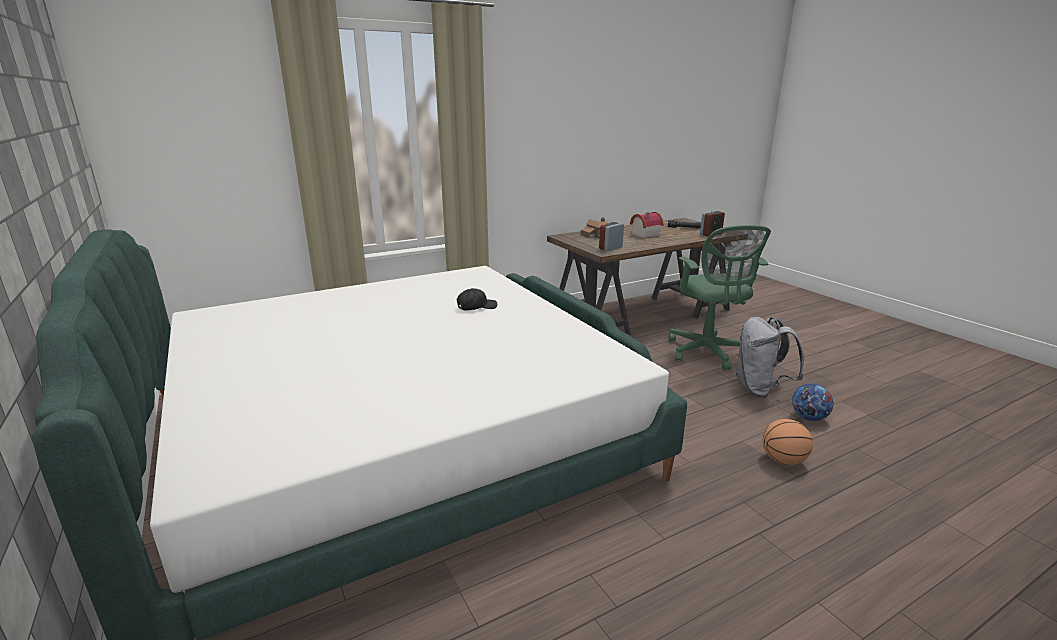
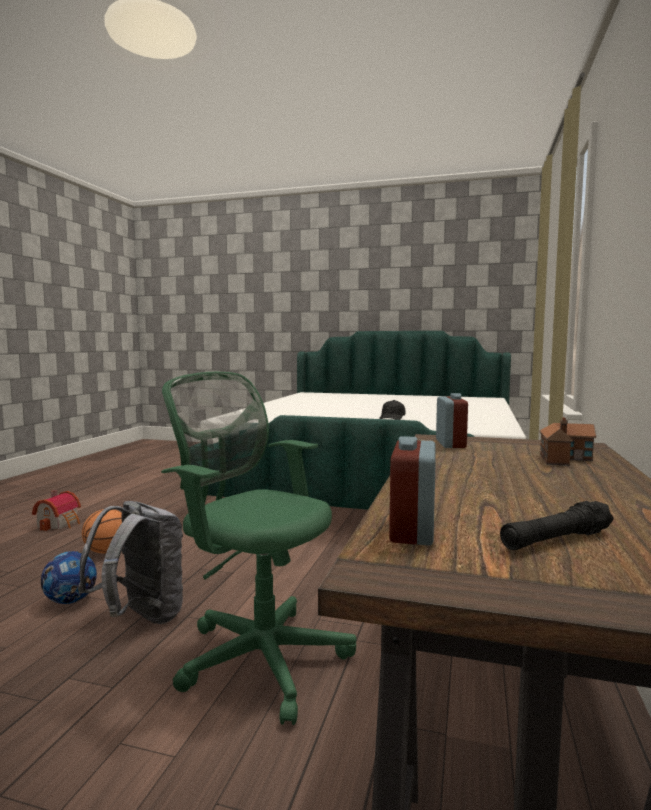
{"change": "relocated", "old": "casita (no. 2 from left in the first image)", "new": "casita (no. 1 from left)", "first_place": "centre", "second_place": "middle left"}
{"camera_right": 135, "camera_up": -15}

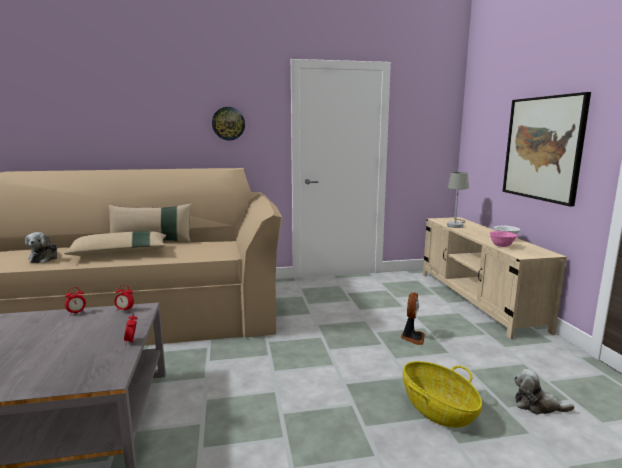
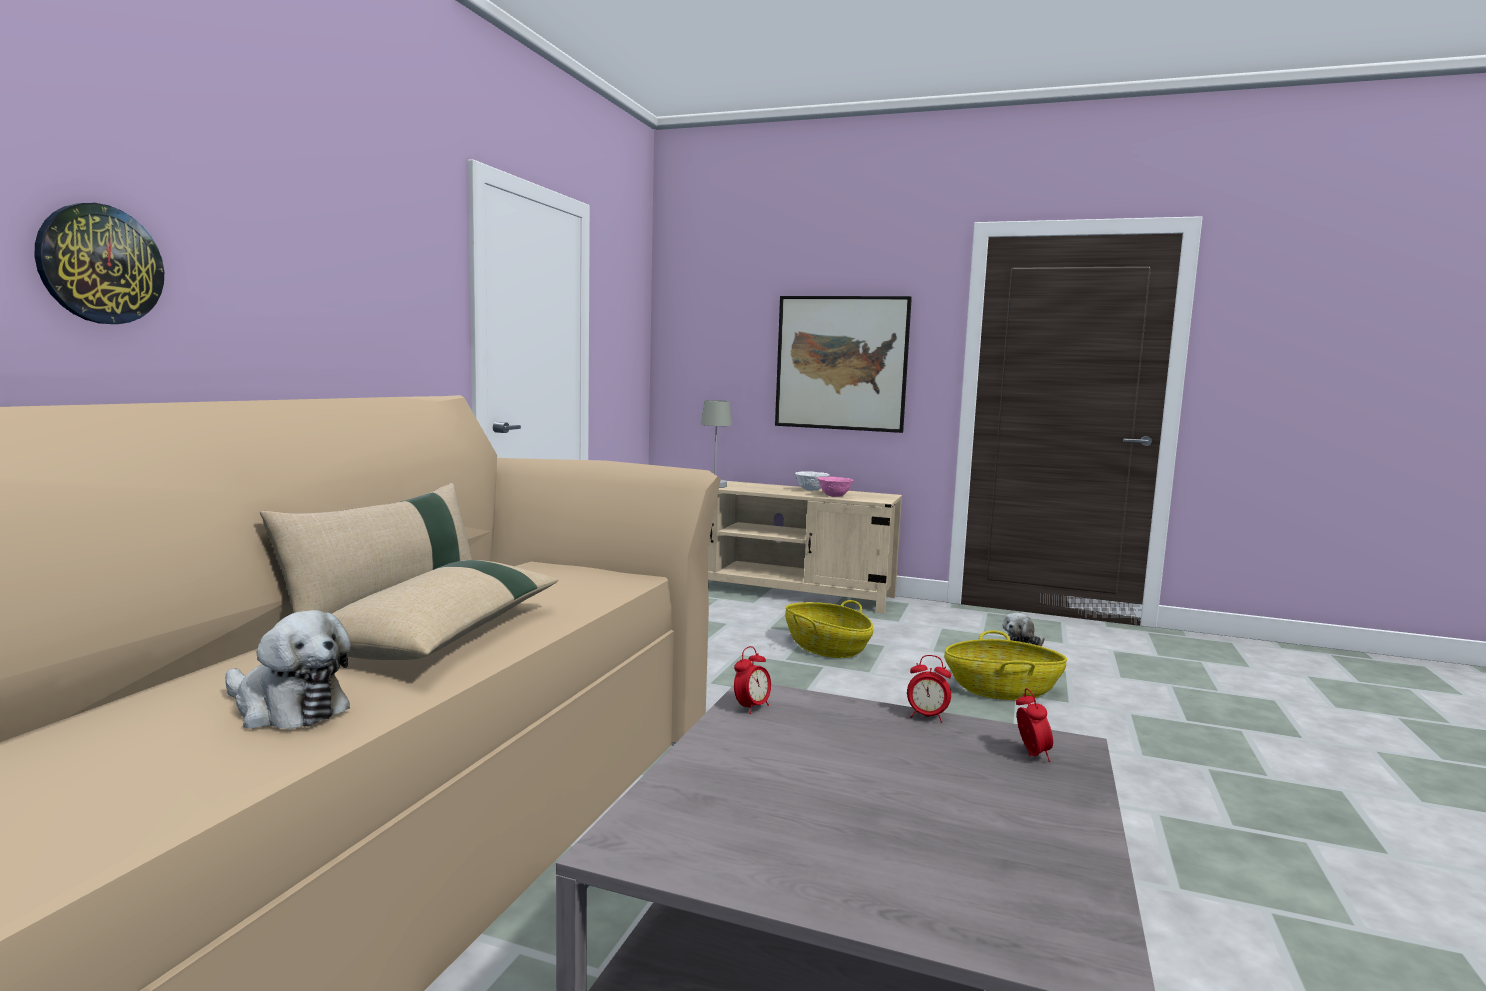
{"change": "relocated", "old": "reloj de pared", "first_place": "top centre", "second_place": "top left"}
{"change": "exchanged", "old": "ventilador", "new": "cesta (no. 1 from left)", "first_place": "bottom centre", "second_place": "centre"}
{"change": "relocated", "old": "despertador (no. 1 from left in the first image)", "new": "despertador (no. 3 from left)", "first_place": "middle left", "second_place": "bottom right"}
{"camera_right": -60, "camera_up": -5}

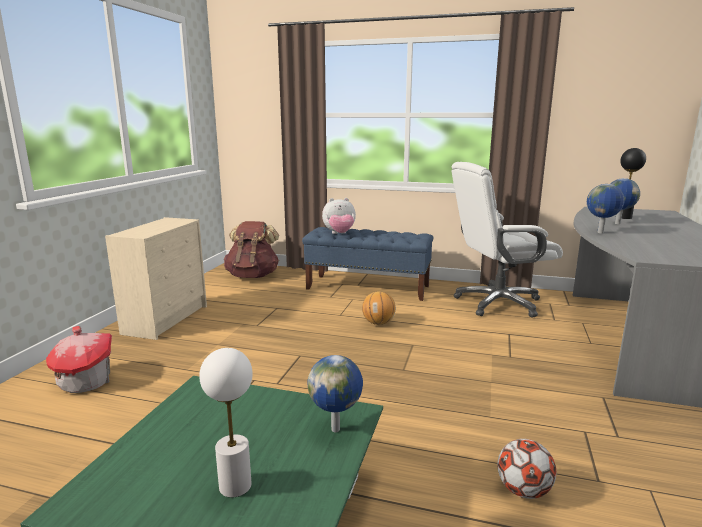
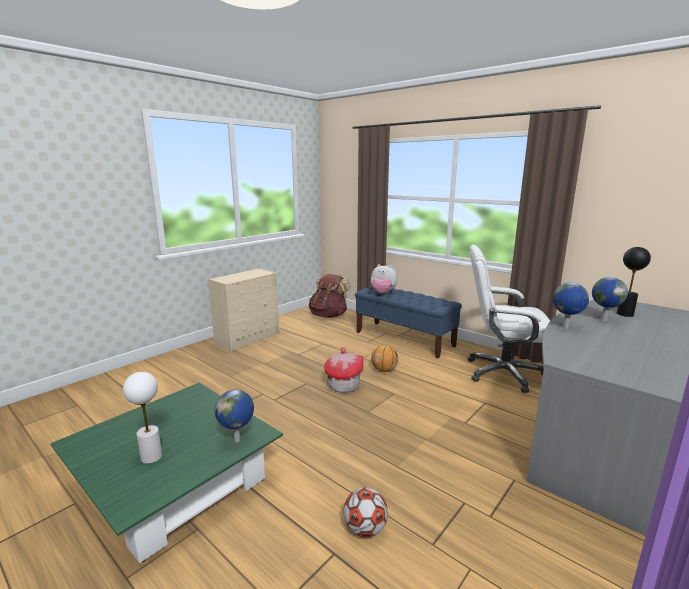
{"change": "relocated", "old": "casita", "first_place": "bottom left", "second_place": "centre"}
{"camera_right": 25, "camera_up": 0}

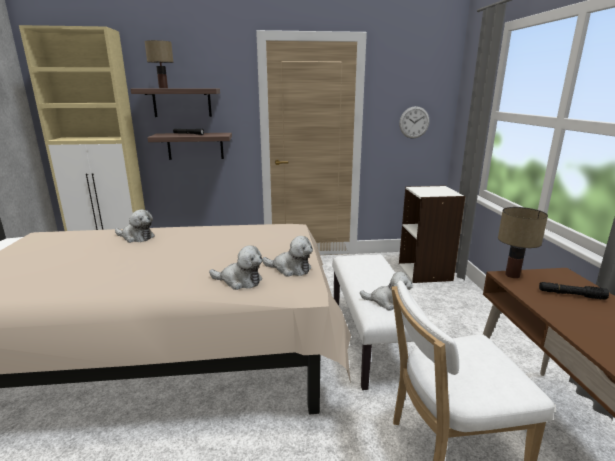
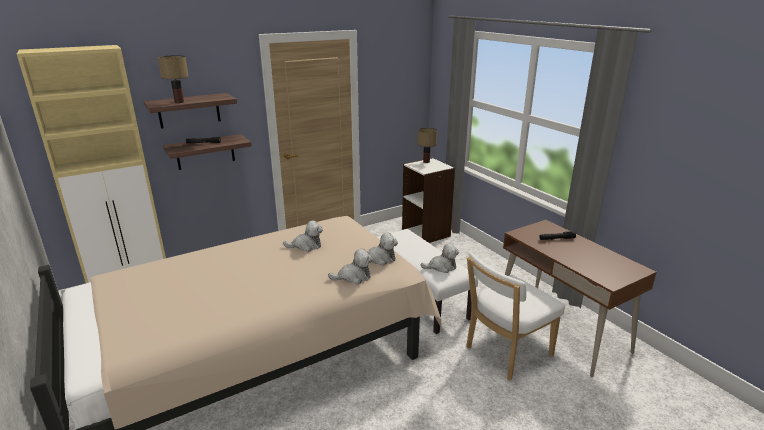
{"change": "relocated", "old": "peluche (no. 1 from left)", "first_place": "middle left", "second_place": "centre"}
{"change": "relocated", "old": "lámpara de mesa (no. 2 from left)", "first_place": "middle right", "second_place": "centre"}
{"change": "missing", "old": "reloj de pared", "first_place": "top right"}
{"camera_right": -25, "camera_up": 5}

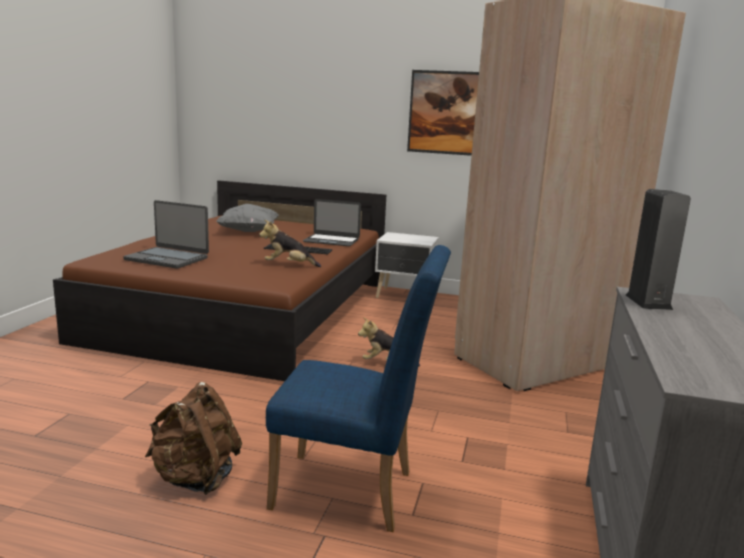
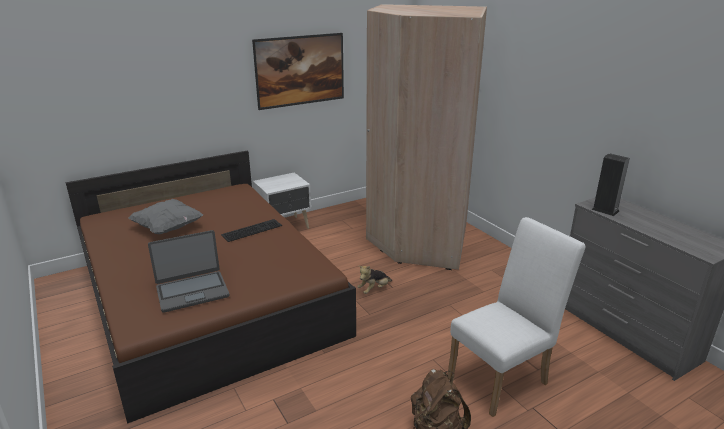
{"change": "colour", "old": "silla (azul)", "new": "silla (blanco)", "first_place": "bottom centre", "second_place": "bottom right"}
{"change": "missing", "old": "peluche (no. 1 from left)", "first_place": "centre"}
{"change": "missing", "old": "portátil (no. 2 from left)", "first_place": "centre"}
{"camera_right": -45, "camera_up": 10}

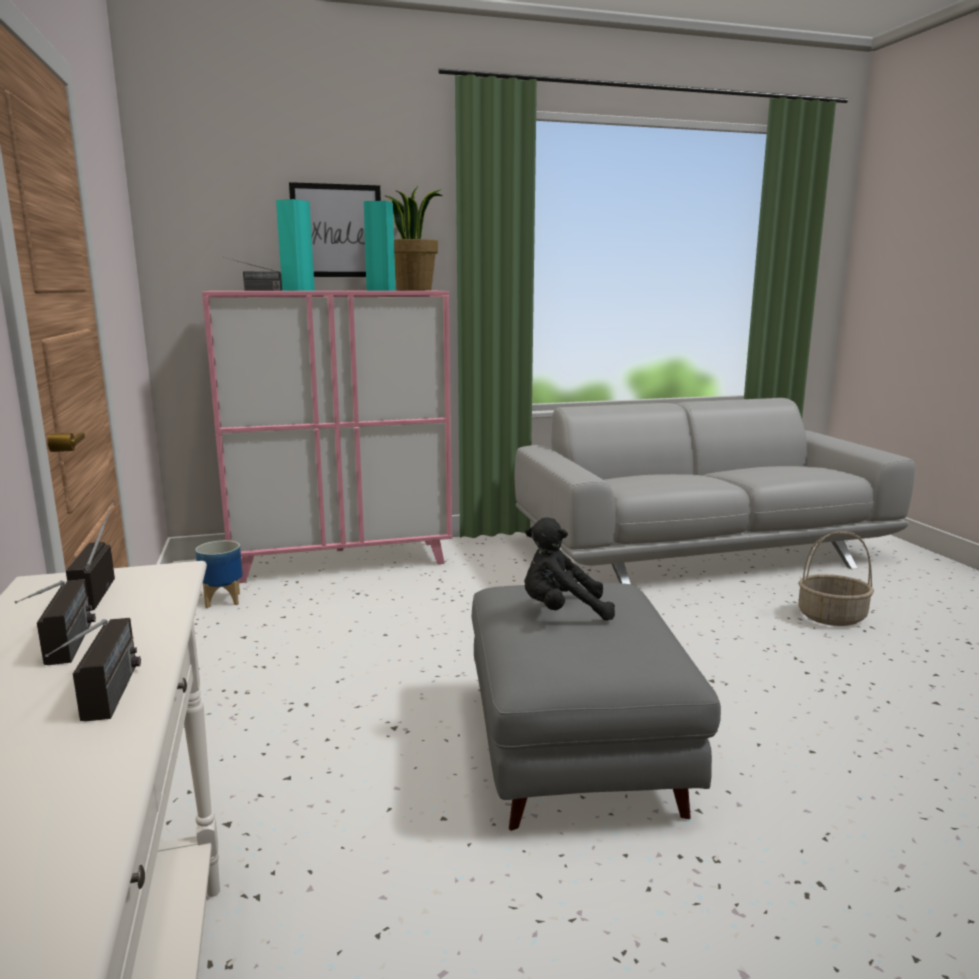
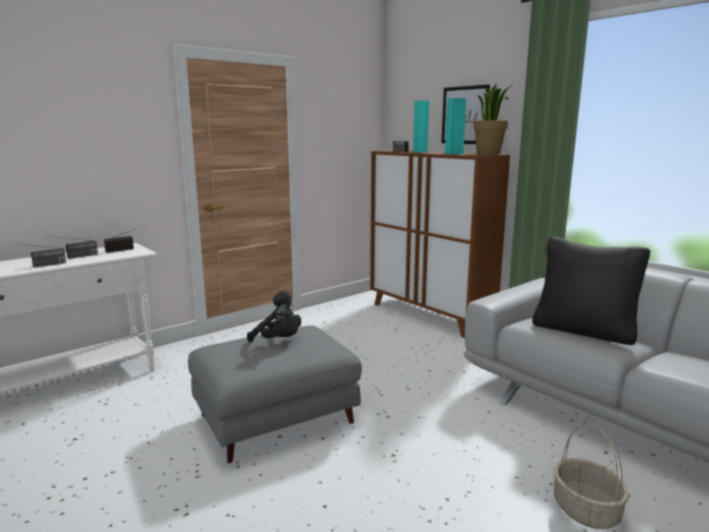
{"change": "spun", "old": "peluche (negro)", "first_place": "centre", "second_place": "centre", "degrees": 150}
{"change": "colour", "old": "armario (rosa)", "new": "armario (marrón)", "first_place": "centre", "second_place": "centre"}
{"change": "appeared", "new": "cojín (negro)", "second_place": "middle right"}
{"change": "missing", "old": "maceta", "first_place": "middle left"}
{"camera_right": 65, "camera_up": 0}

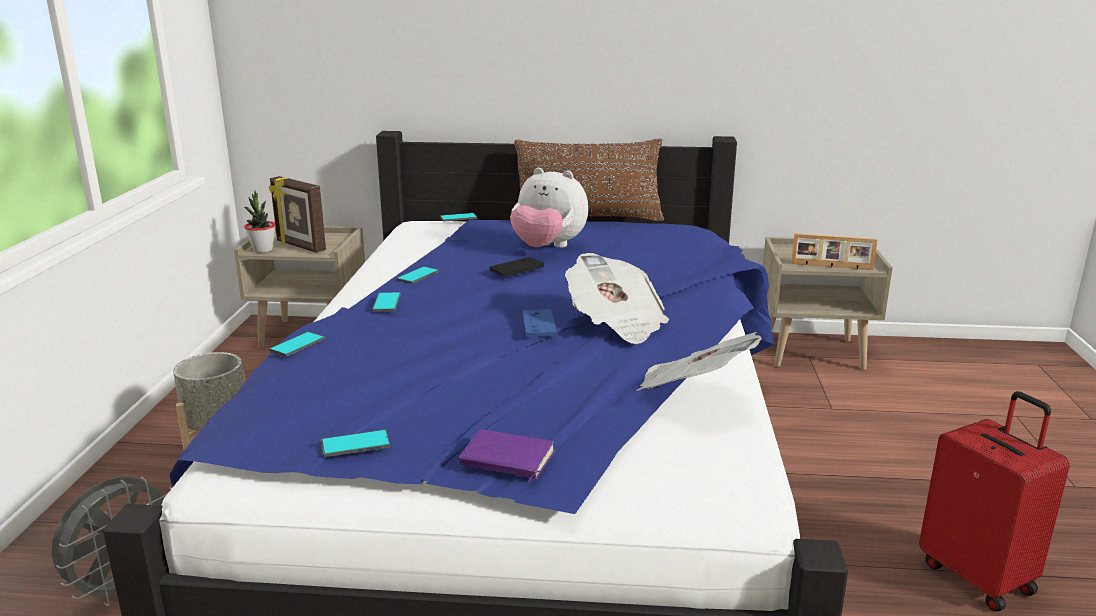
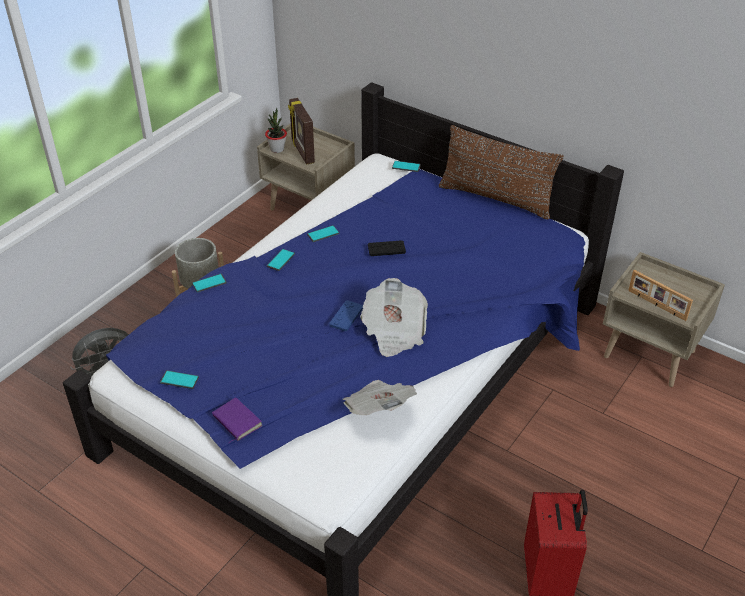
{"change": "missing", "old": "peluche", "first_place": "centre"}
{"camera_right": 30, "camera_up": 20}

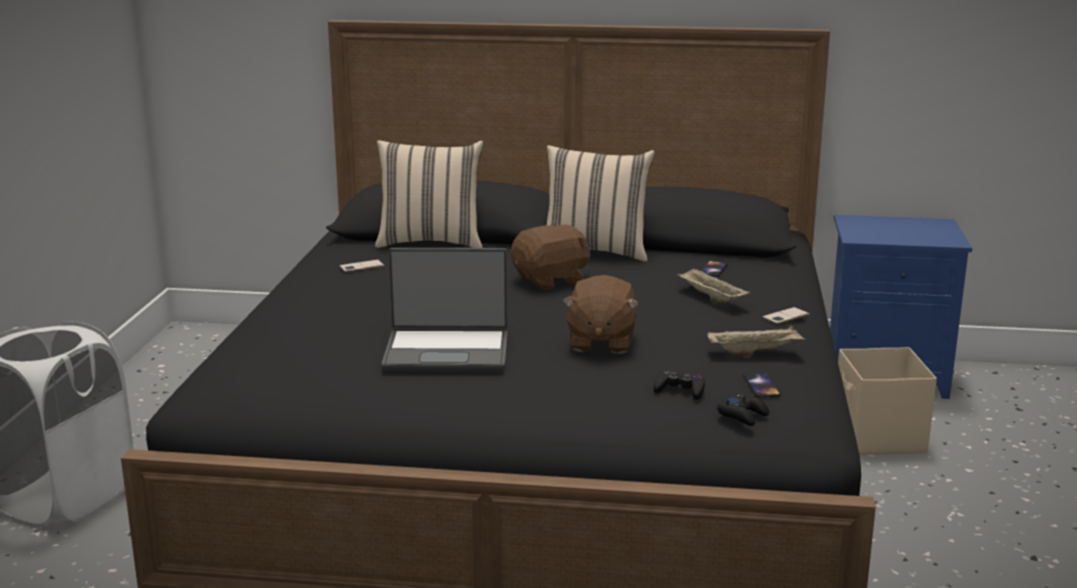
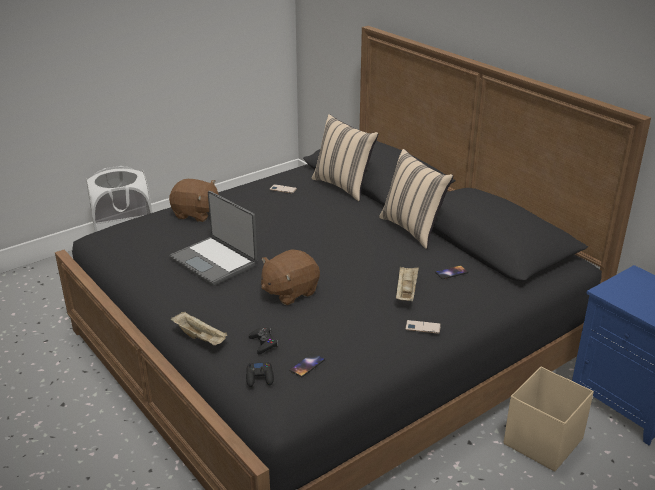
{"change": "relocated", "old": "peluche (marrón) (no. 1 from left)", "first_place": "centre", "second_place": "middle left"}
{"change": "relocated", "old": "bandeja (beis) (no. 2 from left in the first image)", "new": "bandeja (beis) (no. 1 from left)", "first_place": "middle right", "second_place": "bottom left"}
{"camera_right": 45, "camera_up": 10}

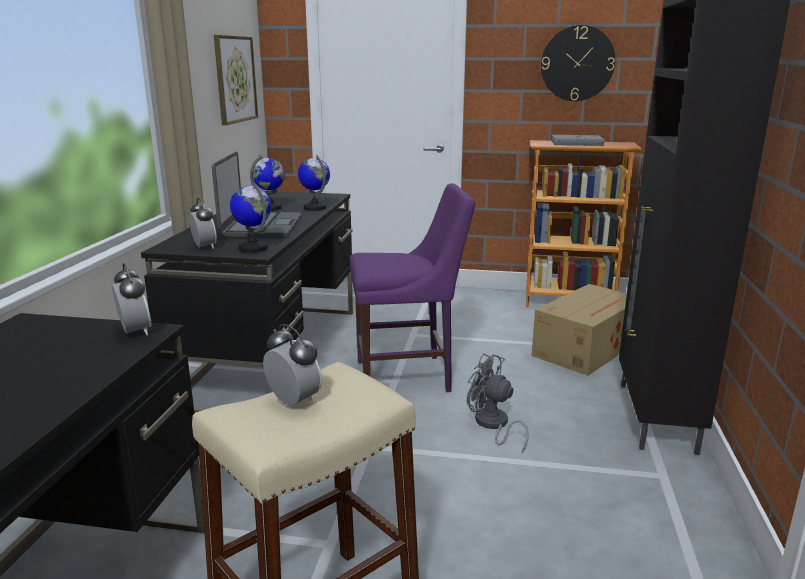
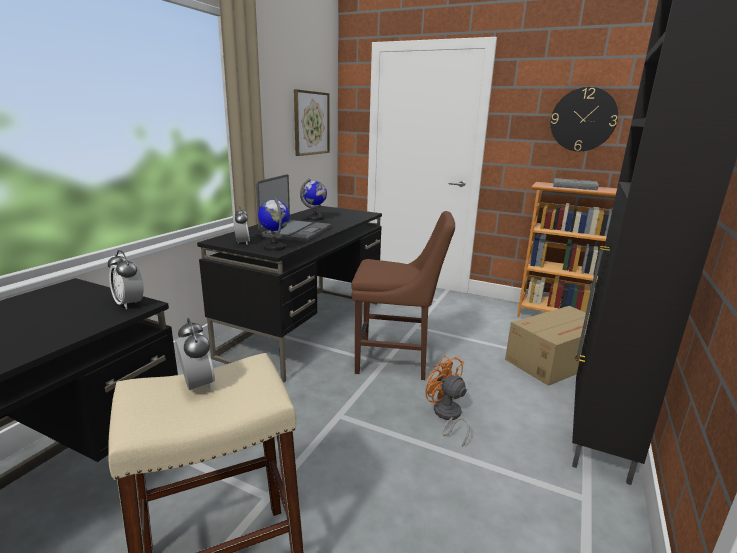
{"change": "spun", "old": "despertador (no. 1 from left)", "first_place": "middle left", "second_place": "middle left", "degrees": 150}
{"change": "colour", "old": "silla (morado)", "new": "silla (marrón)", "first_place": "centre", "second_place": "centre"}
{"change": "colour", "old": "ventilador (gris)", "new": "ventilador (naranja)", "first_place": "bottom centre", "second_place": "bottom centre"}
{"change": "missing", "old": "globo terráqueo (no. 3 from left)", "first_place": "top centre"}
{"camera_right": 15, "camera_up": 0}

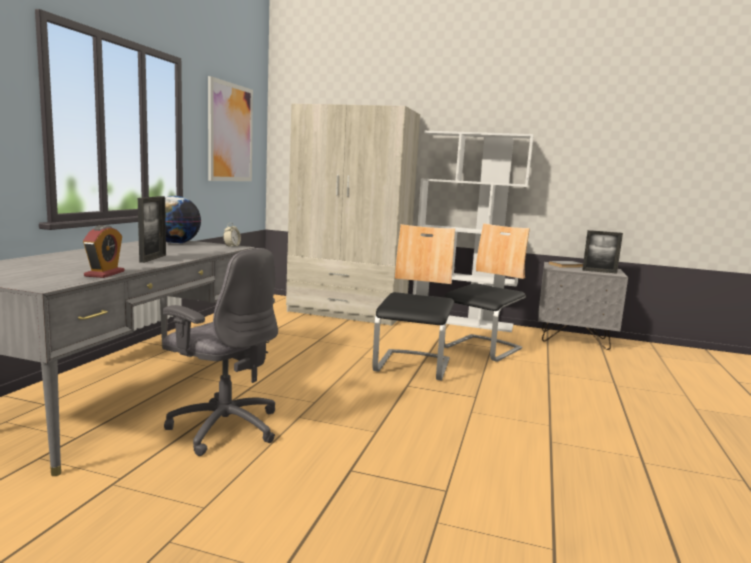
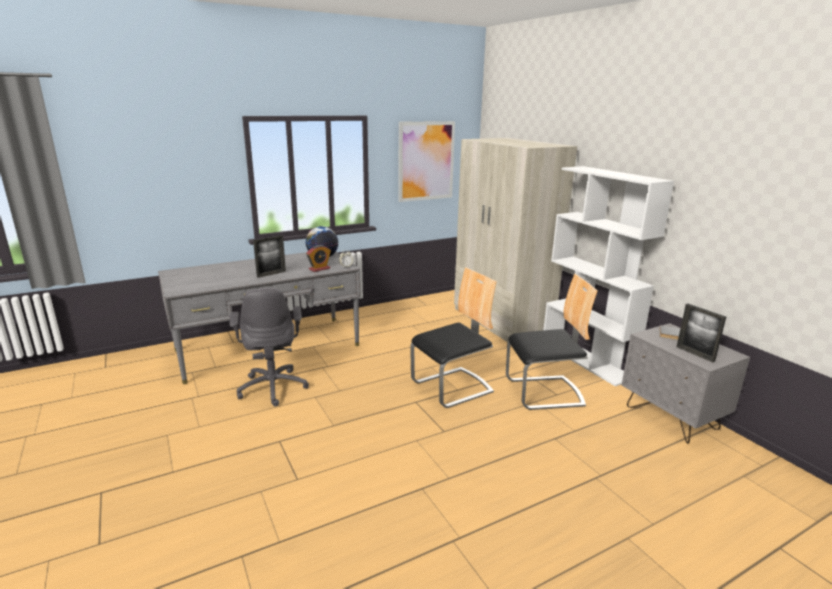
{"change": "relocated", "old": "despertador (no. 1 from left)", "first_place": "middle left", "second_place": "centre"}
{"camera_right": 45, "camera_up": 10}

